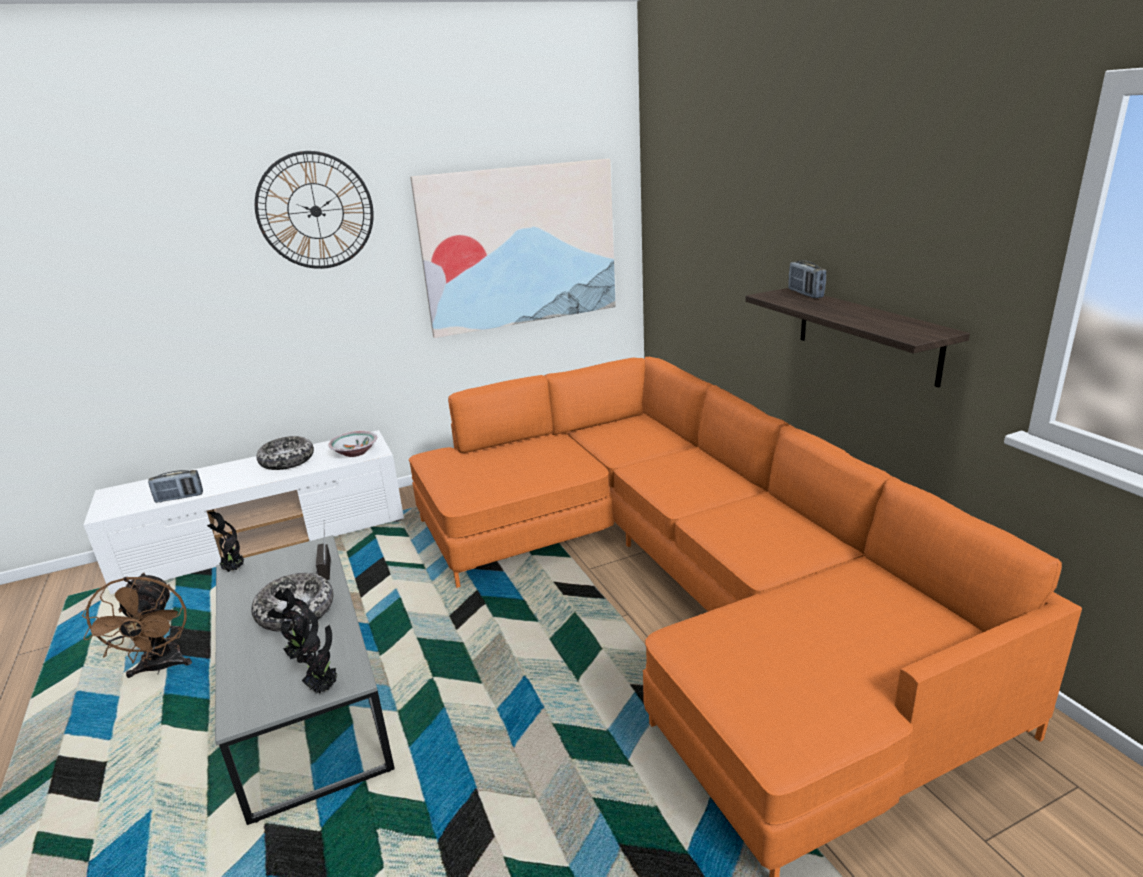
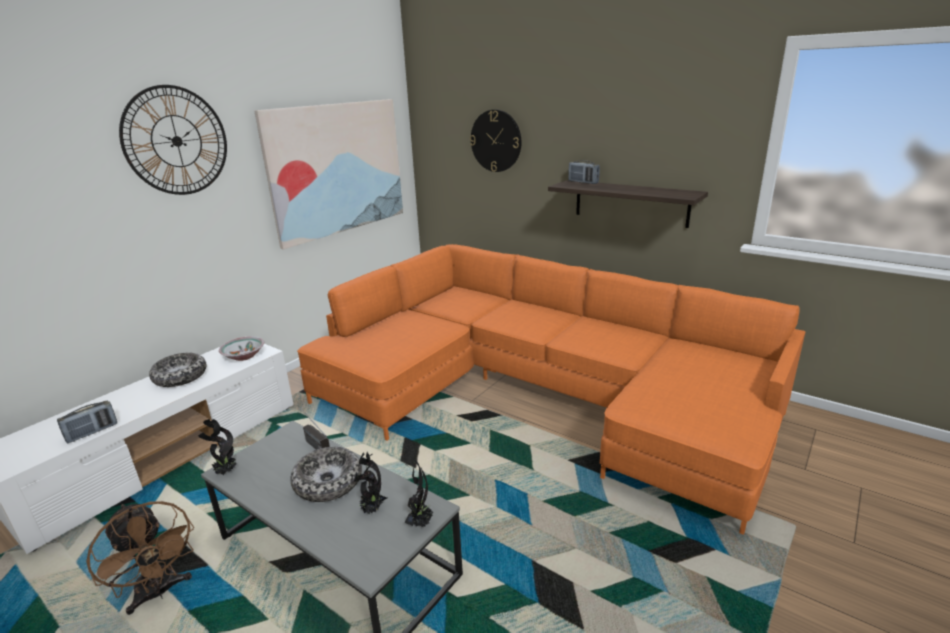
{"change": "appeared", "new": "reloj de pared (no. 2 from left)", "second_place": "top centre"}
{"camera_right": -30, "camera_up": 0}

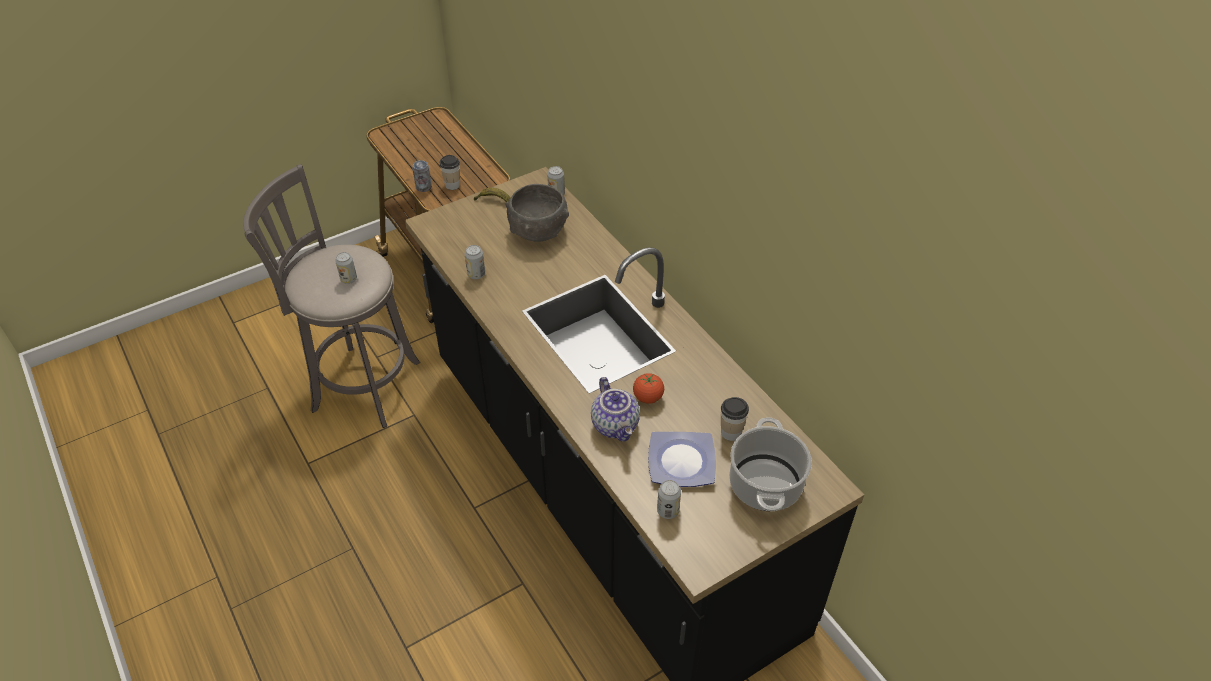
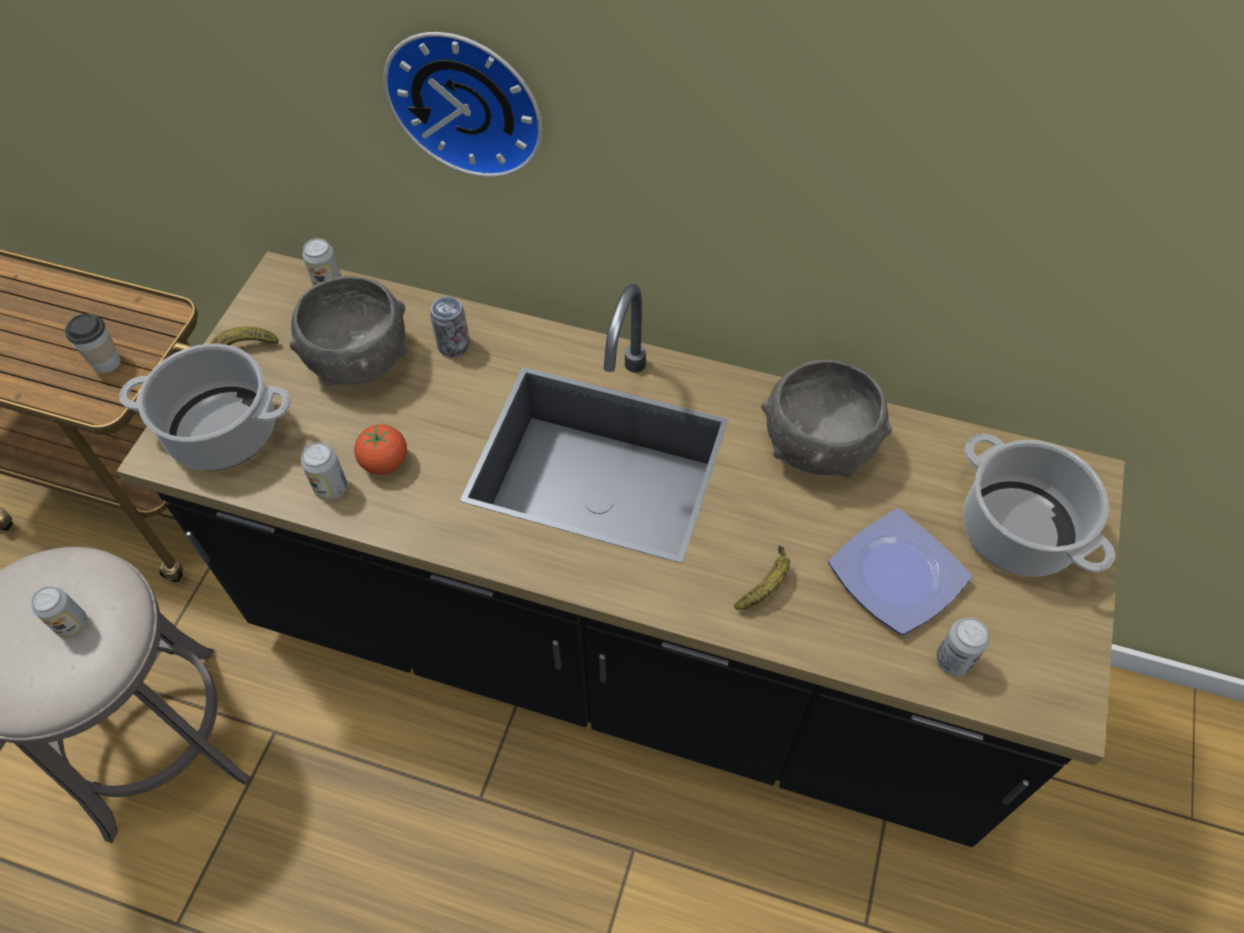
{"change": "appeared", "new": "olla (no. 1 from left)", "second_place": "middle left"}
{"change": "relocated", "old": "tomate", "first_place": "centre", "second_place": "middle left"}
{"change": "appeared", "new": "reloj de pared", "second_place": "top centre"}
{"change": "relocated", "old": "lata (no. 2 from left in the first image)", "new": "lata (no. 4 from left)", "first_place": "top centre", "second_place": "centre"}
{"change": "exchanged", "old": "tetera", "new": "plátano (no. 2 from left)", "first_place": "centre", "second_place": "centre"}
{"change": "appeared", "new": "cuenco (gris) (no. 2 from left)", "second_place": "centre"}
{"change": "missing", "old": "taza (no. 2 from left)", "first_place": "centre"}
{"camera_right": -40, "camera_up": 10}

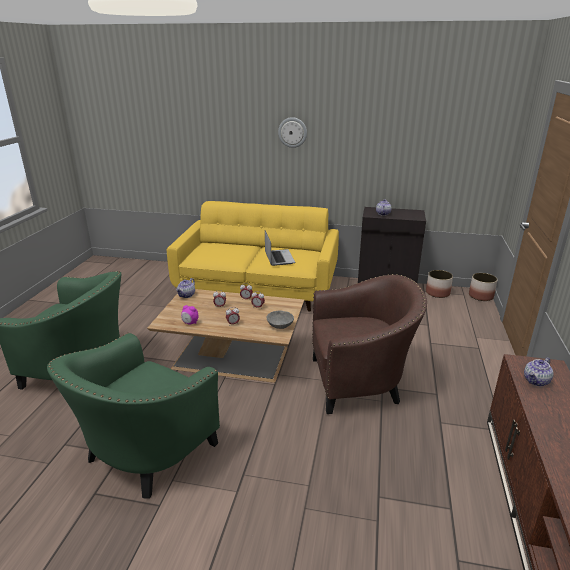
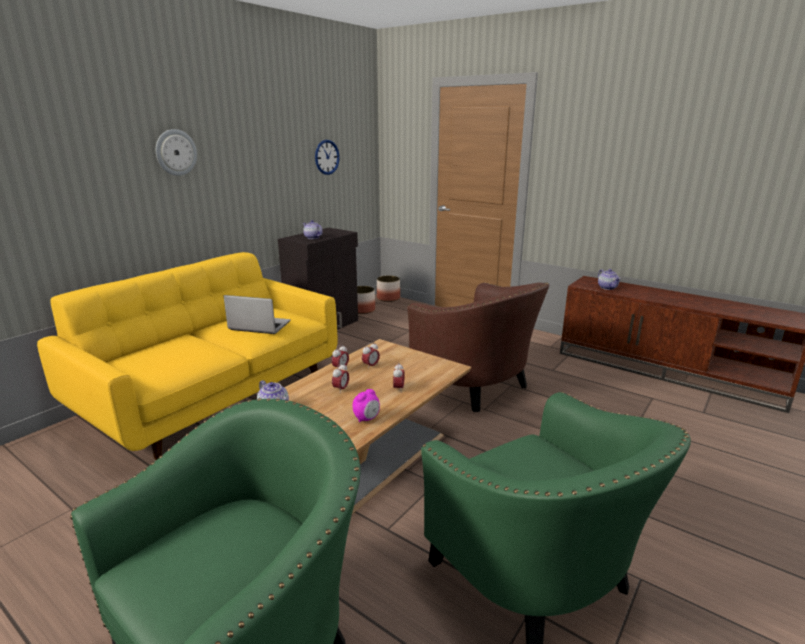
{"change": "appeared", "new": "reloj de pared (no. 2 from left)", "second_place": "top centre"}
{"change": "spun", "old": "sillón (marrón)", "first_place": "centre", "second_place": "centre", "degrees": 120}
{"change": "missing", "old": "cuenco (gris)", "first_place": "centre"}
{"camera_right": -65, "camera_up": -5}

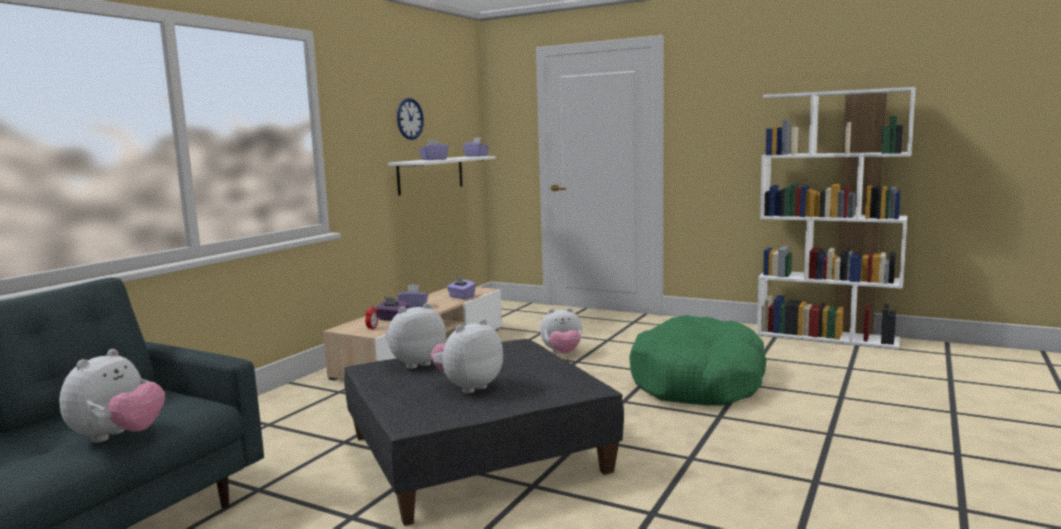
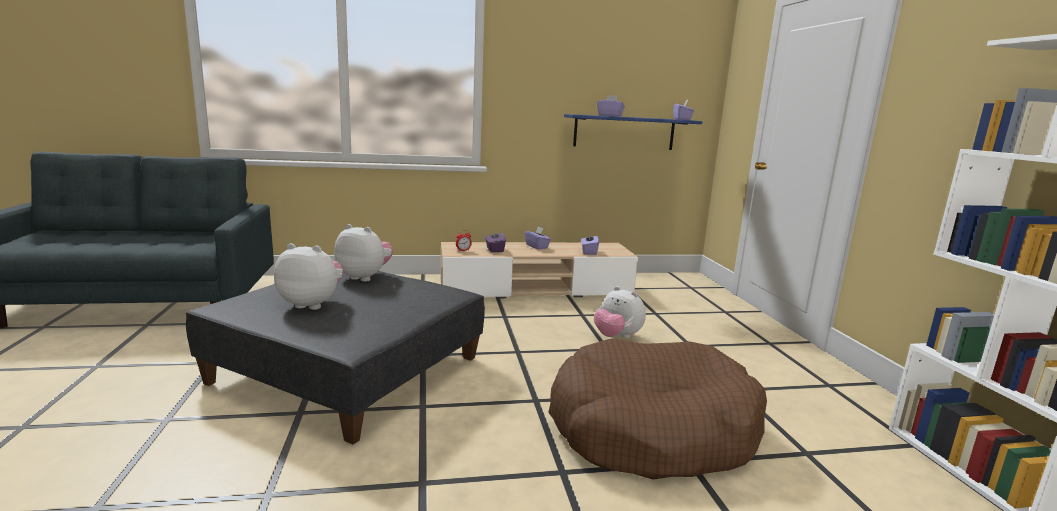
{"change": "colour", "old": "cama para perro (verde)", "new": "cama para perro (marrón)", "first_place": "bottom centre", "second_place": "bottom centre"}
{"change": "colour", "old": "estante (blanco)", "new": "estante (azul)", "first_place": "top centre", "second_place": "top centre"}
{"change": "missing", "old": "peluche (no. 1 from left)", "first_place": "bottom left"}
{"change": "missing", "old": "reloj de pared", "first_place": "top centre"}
{"camera_right": 50, "camera_up": 5}

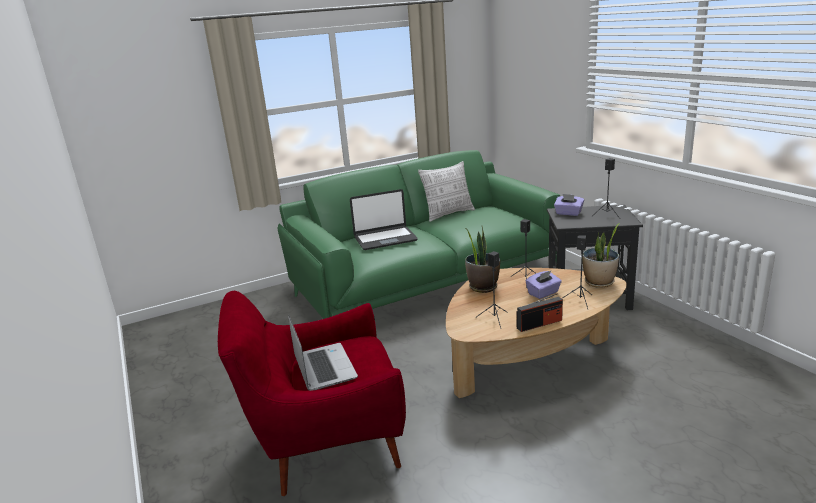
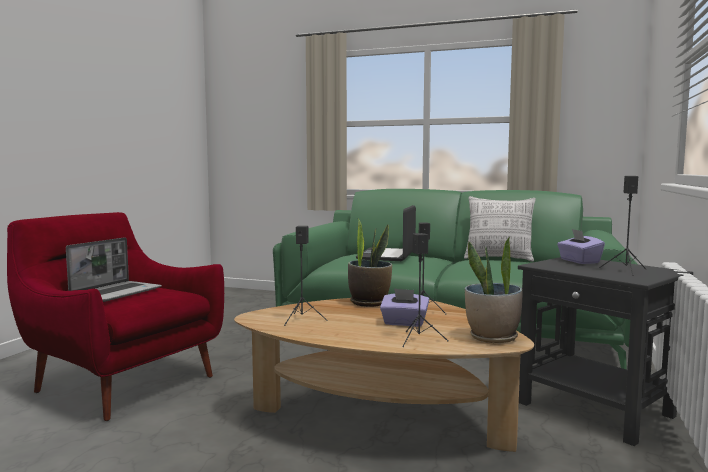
{"change": "spun", "old": "portátil (no. 2 from left)", "first_place": "centre", "second_place": "centre", "degrees": 75}
{"change": "missing", "old": "radio", "first_place": "centre"}
{"camera_right": 45, "camera_up": -15}

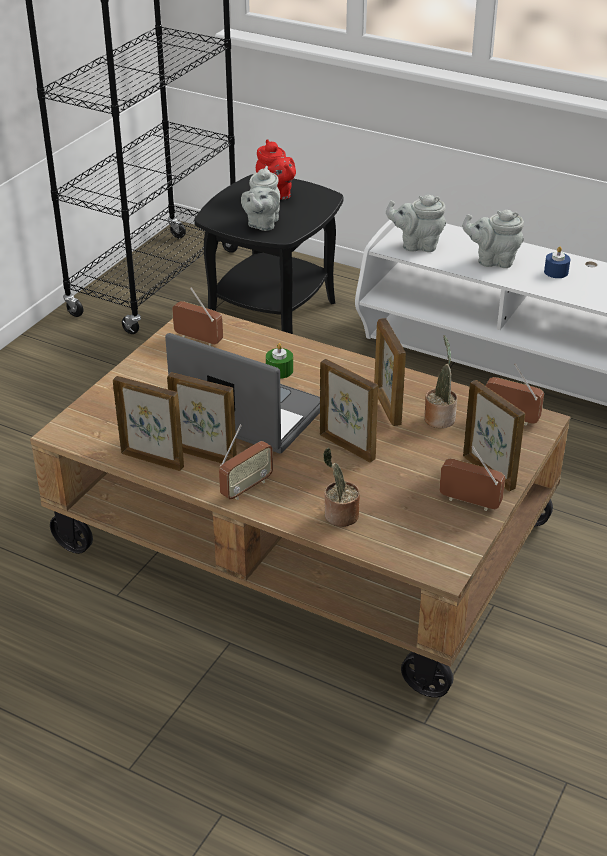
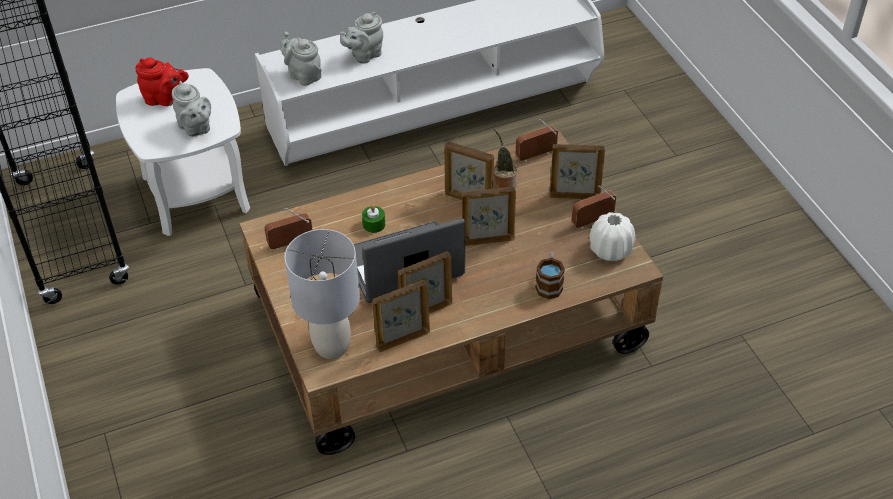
{"change": "colour", "old": "mesa auxiliar (negro)", "new": "mesa auxiliar (blanco)", "first_place": "top centre", "second_place": "top left"}
{"change": "spun", "old": "tetera (gris) (no. 2 from left)", "first_place": "top right", "second_place": "top centre", "degrees": 90}
{"change": "appeared", "new": "lámpara de mesa (gris)", "second_place": "centre"}
{"change": "exchanged", "old": "planta en maceta (no. 1 from left)", "new": "taza grande", "first_place": "centre", "second_place": "centre"}
{"change": "appeared", "new": "florero (blanco)", "second_place": "middle right"}
{"change": "missing", "old": "radio (no. 2 from left)", "first_place": "centre"}
{"change": "missing", "old": "vela (azul)", "first_place": "top right"}
{"camera_right": -50, "camera_up": 10}

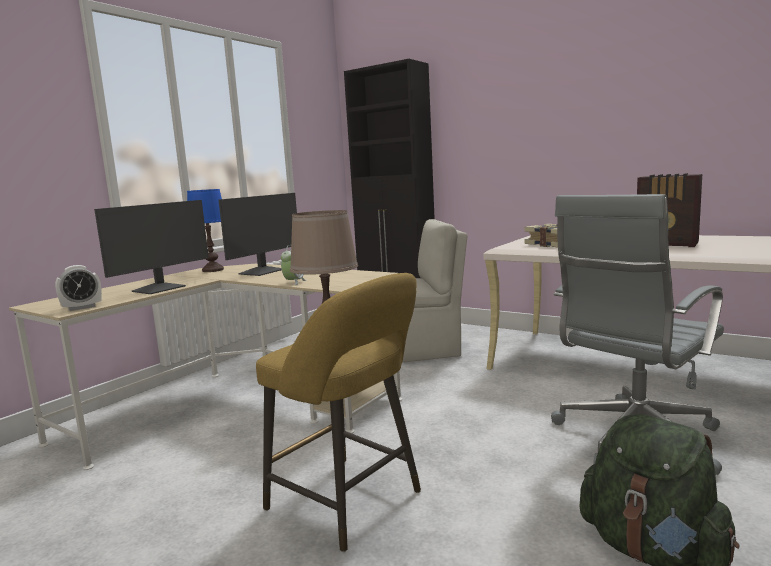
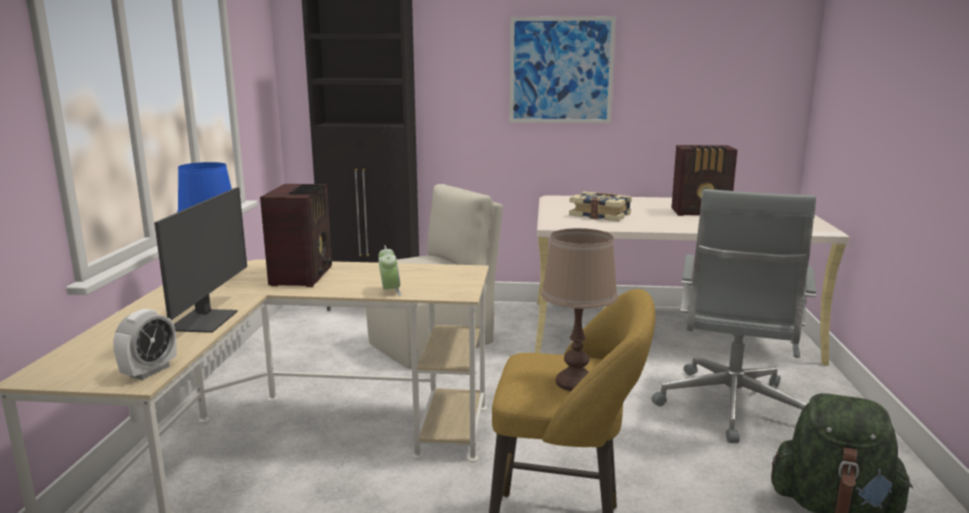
{"change": "exchanged", "old": "monitor (no. 2 from left)", "new": "radio (no. 1 from left)", "first_place": "centre", "second_place": "middle left"}
{"change": "appeared", "new": "cuadro", "second_place": "top centre"}
{"camera_right": -30, "camera_up": 5}

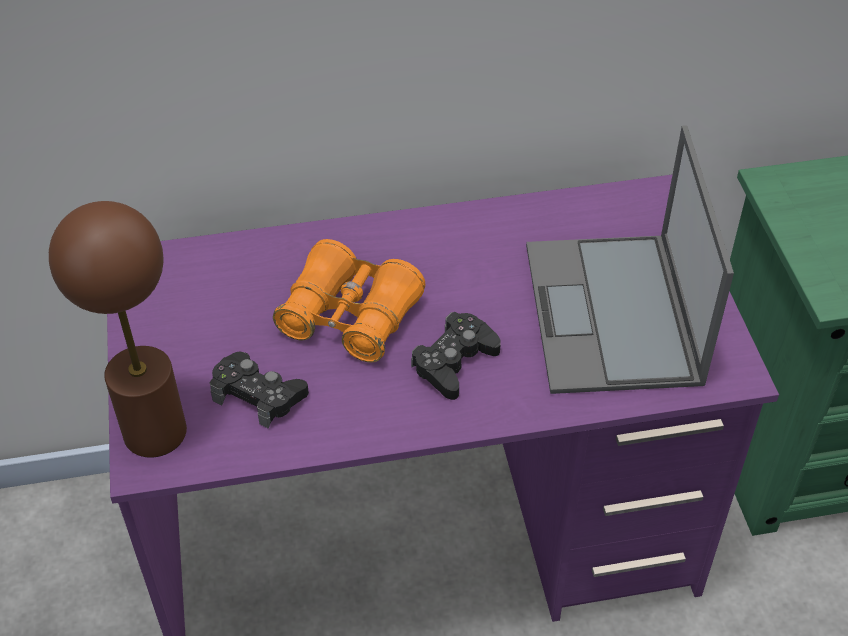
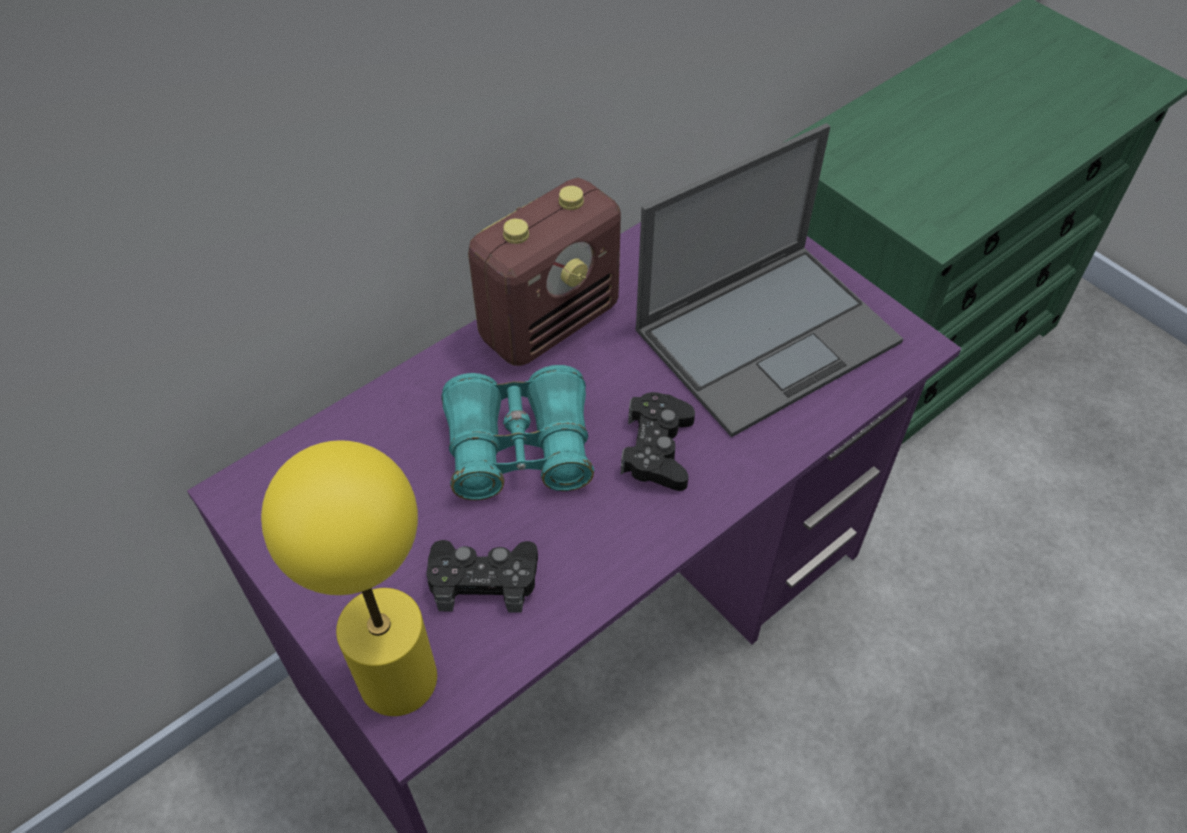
{"change": "colour", "old": "lámpara de mesa (marrón)", "new": "lámpara de mesa (amarillo)", "first_place": "middle left", "second_place": "bottom left"}
{"change": "colour", "old": "prismáticos (naranja)", "new": "prismáticos (turquesa)", "first_place": "centre", "second_place": "centre"}
{"change": "appeared", "new": "radio", "second_place": "top centre"}
{"change": "spun", "old": "portátil", "first_place": "middle right", "second_place": "centre", "degrees": -90}
{"camera_right": -30, "camera_up": 5}

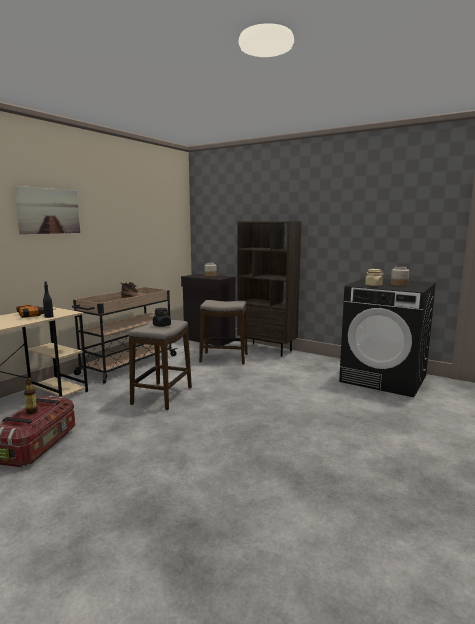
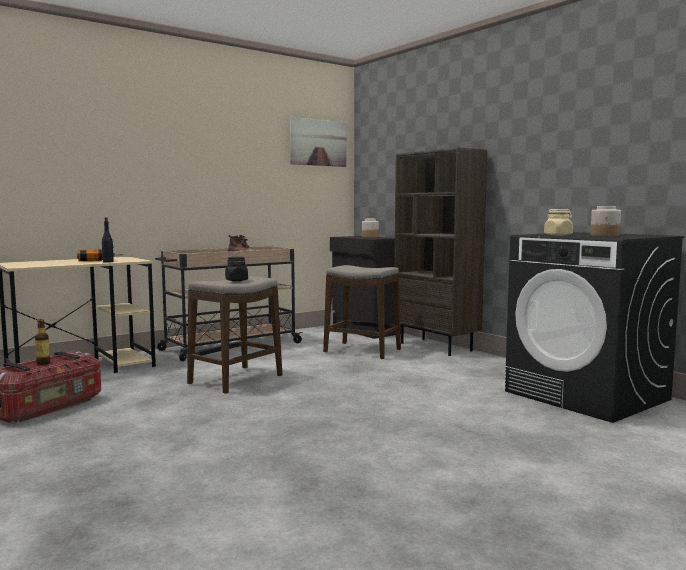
{"change": "relocated", "old": "cuadro", "first_place": "middle left", "second_place": "top centre"}
{"camera_right": 20, "camera_up": -5}

